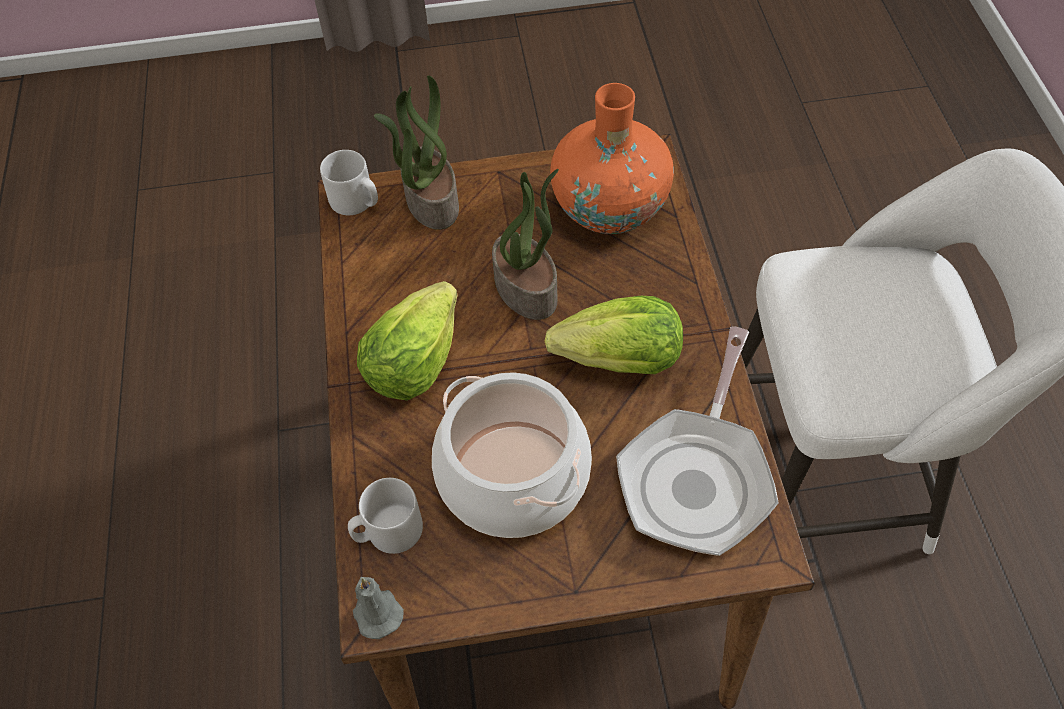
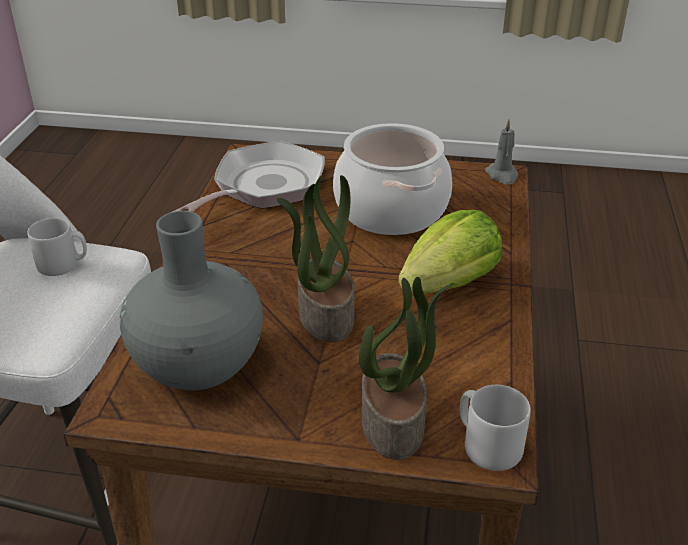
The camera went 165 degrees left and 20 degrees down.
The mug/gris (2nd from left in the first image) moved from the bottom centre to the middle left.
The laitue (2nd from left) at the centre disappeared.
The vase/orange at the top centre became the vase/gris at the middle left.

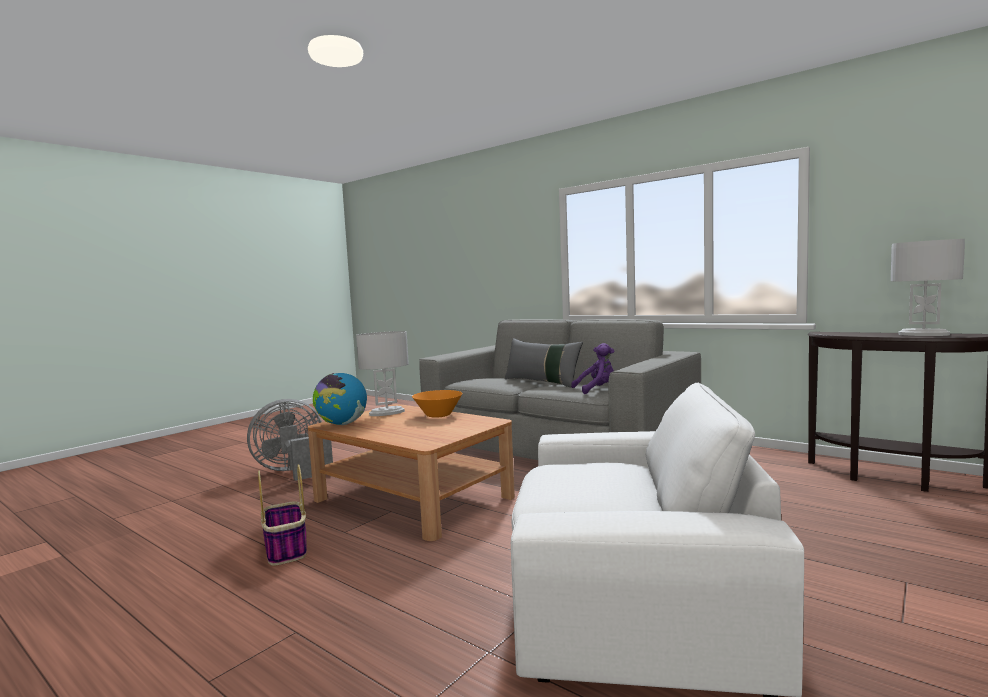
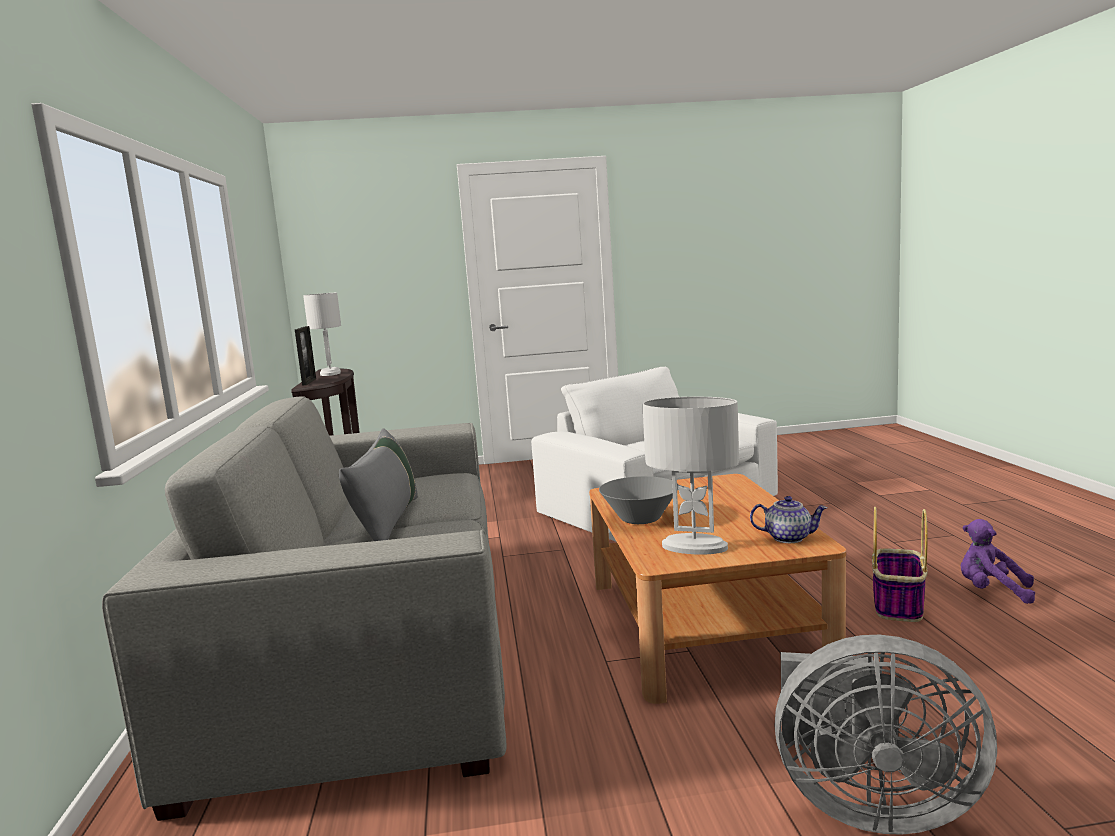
The camera went 135 degrees left and 5 degrees up.
The globe at the centre was replaced by the théière at the middle right.
The bol/orange at the centre became the bol/gris at the centre.
The peluche/violet moved from the centre to the bottom right.
The cadre photo at the middle left appeared.

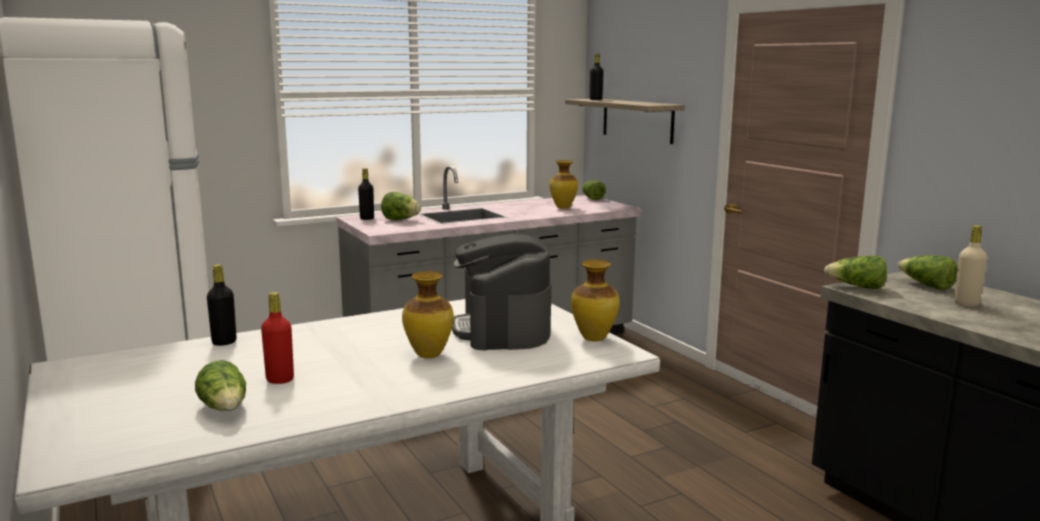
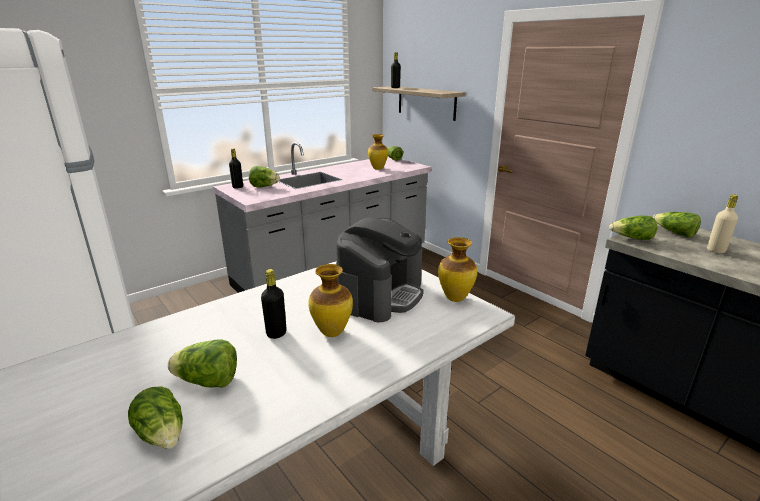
The camera went 10 degrees left and 10 degrees up.
The bouteille/noir (1st from left in the first image) moved from the middle left to the centre.
The bouteille/rouge at the middle left was replaced by the laitue (2nd from left) at the bottom left.
The machine à café at the centre turned 135 degrees counterclockwise.

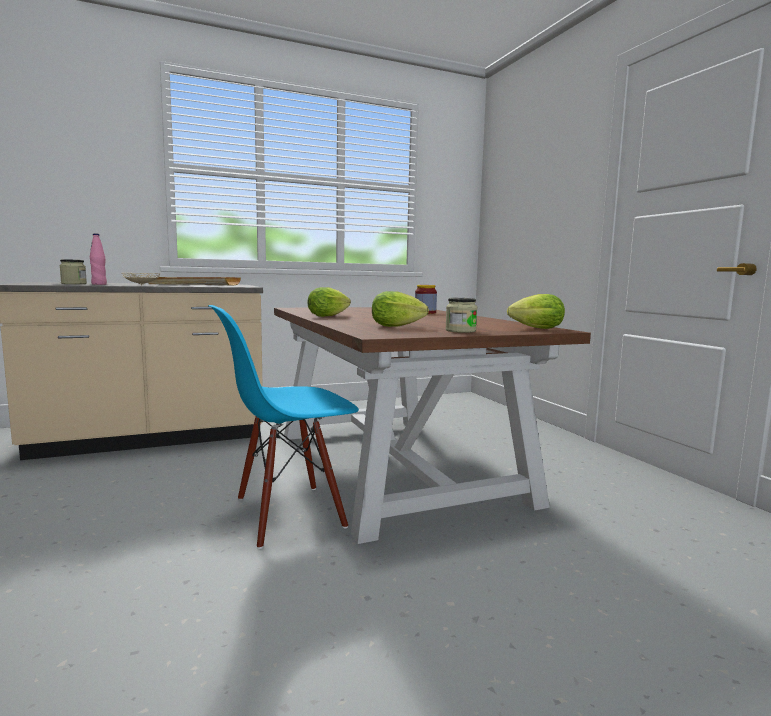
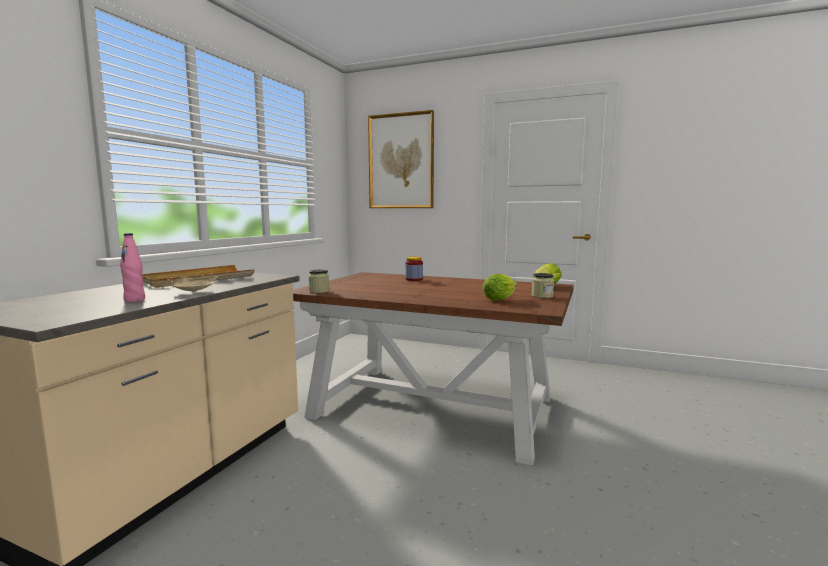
The camera went 45 degrees left and 0 degrees up.
The bocal (1st from left) moved from the middle left to the centre.
The chaise/bleu at the centre disappeared.
The laitue (1st from left) at the centre disappeared.
The tableau at the top centre appeared.

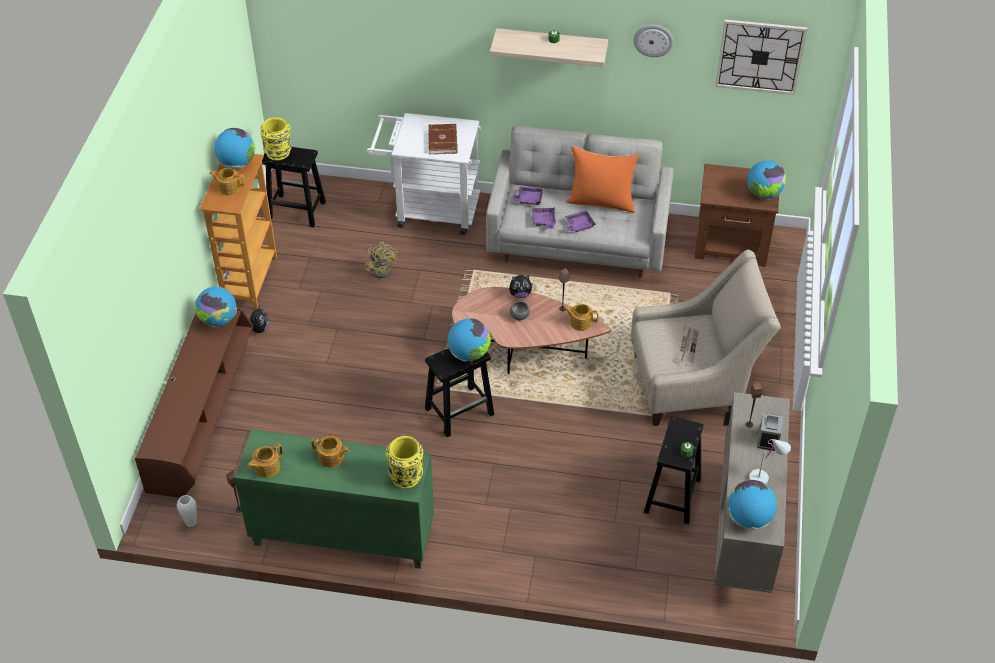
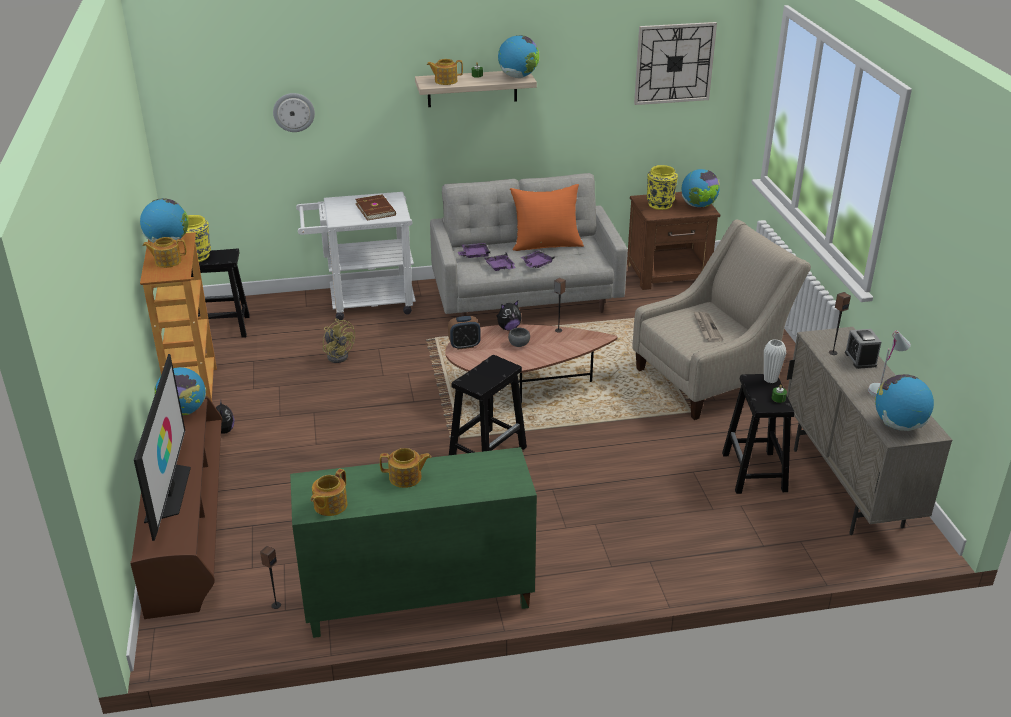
The camera went 20 degrees left and 15 degrees down.
The vase/blanc moved from the bottom left to the middle right.
The vase/jaune (2nd from left) moved from the bottom centre to the top centre.
The globe (3rd from left) moved from the centre to the top centre.
The théière (4th from left) moved from the centre to the top centre.
The horloge murale (1st from left) moved from the top centre to the top left.
The téléviseur at the middle left appeared.
The réveil (1st from left) at the centre appeared.

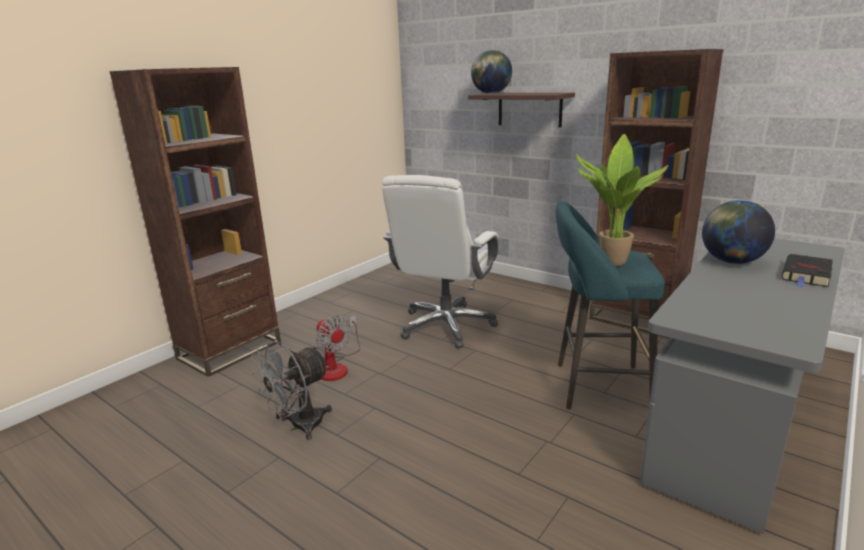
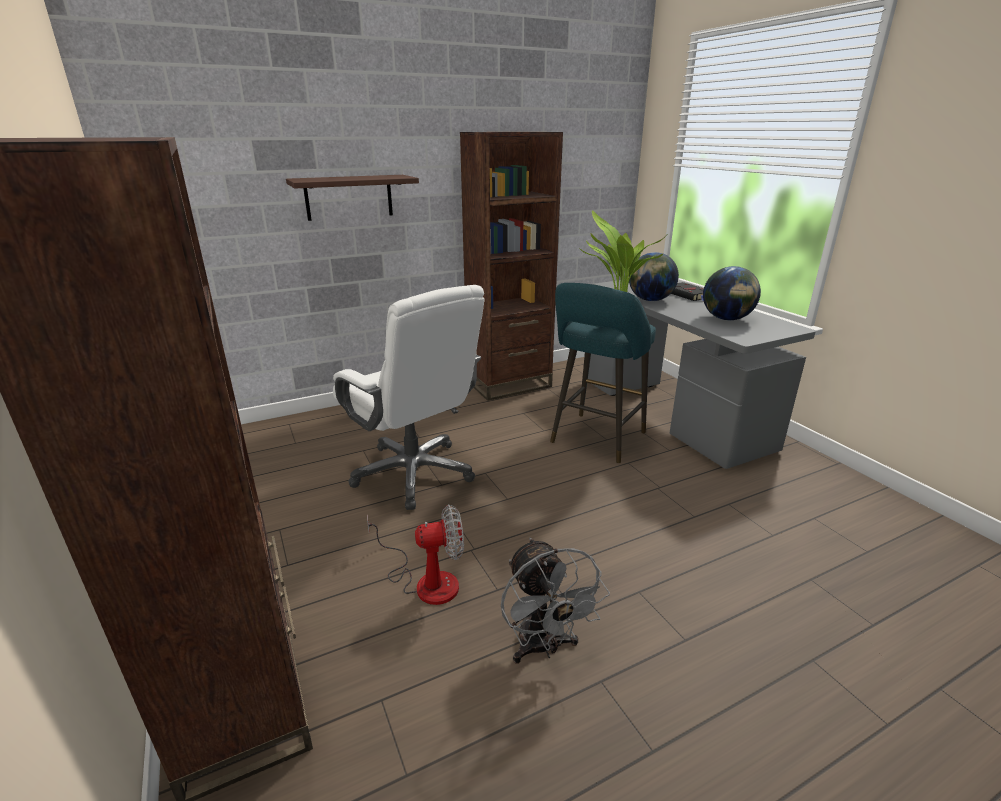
The camera went 65 degrees left and 5 degrees up.
The globe (1st from left in the first image) moved from the top centre to the middle right.

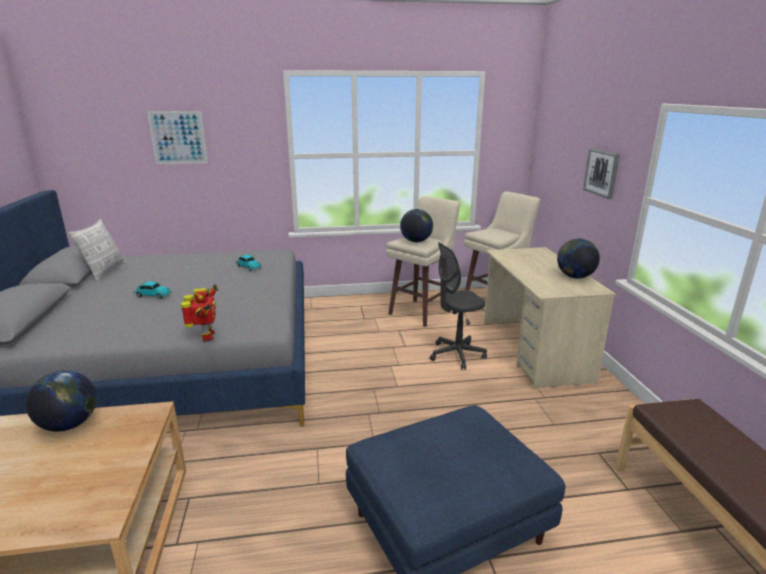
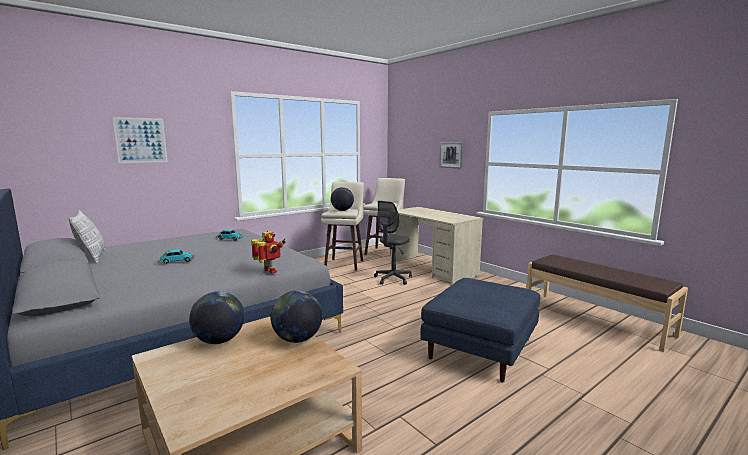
The camera went 30 degrees left and 10 degrees down.
The globe (3rd from left in the first image) moved from the middle right to the bottom centre.

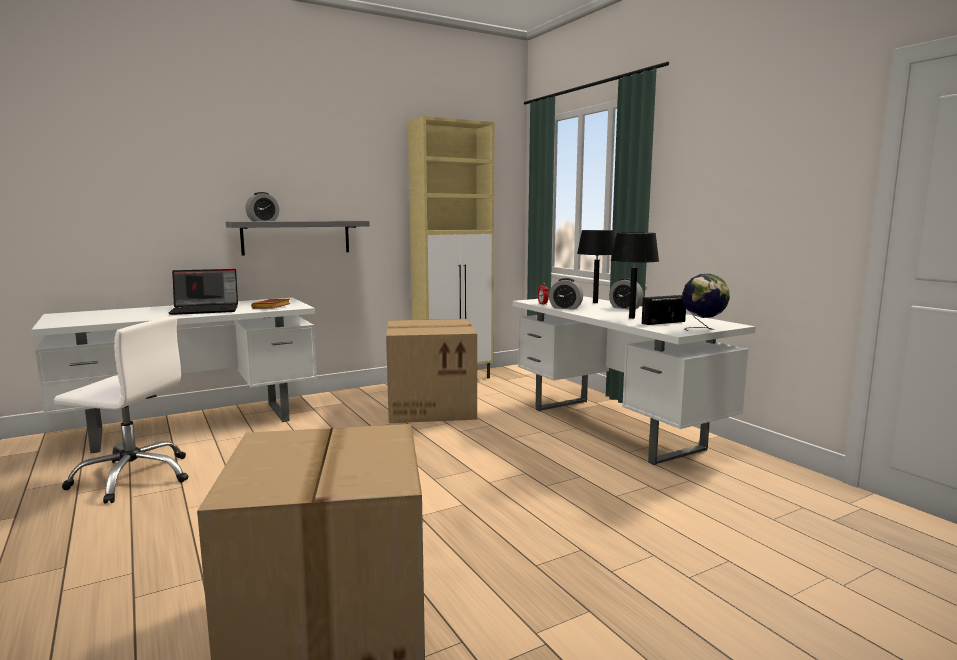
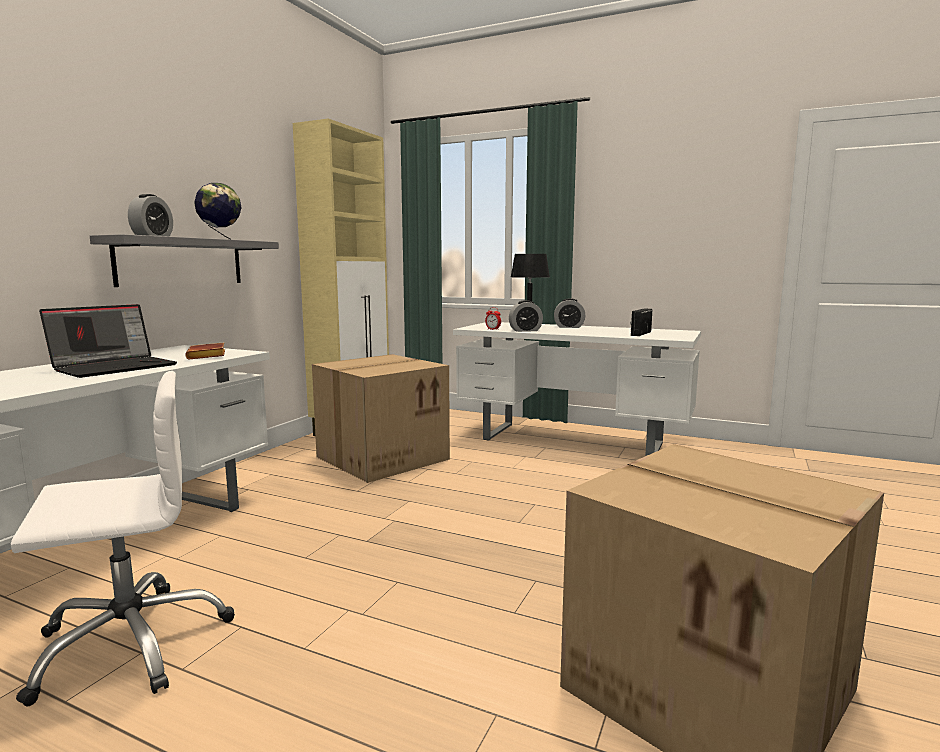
The camera went 35 degrees left and 0 degrees up.
The lampe de table/noir (2nd from left) at the centre disappeared.
The globe moved from the middle right to the top left.

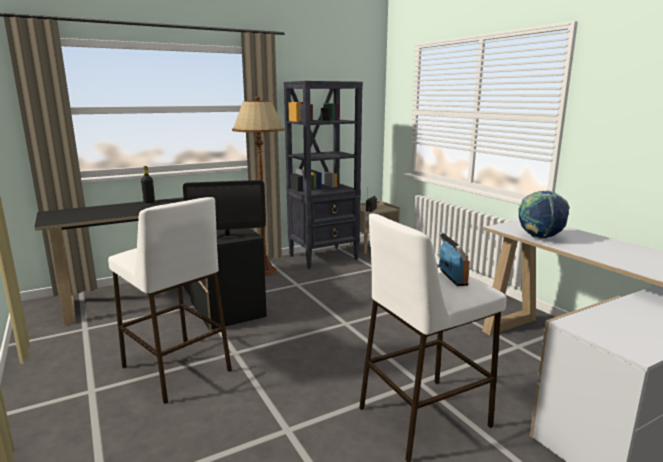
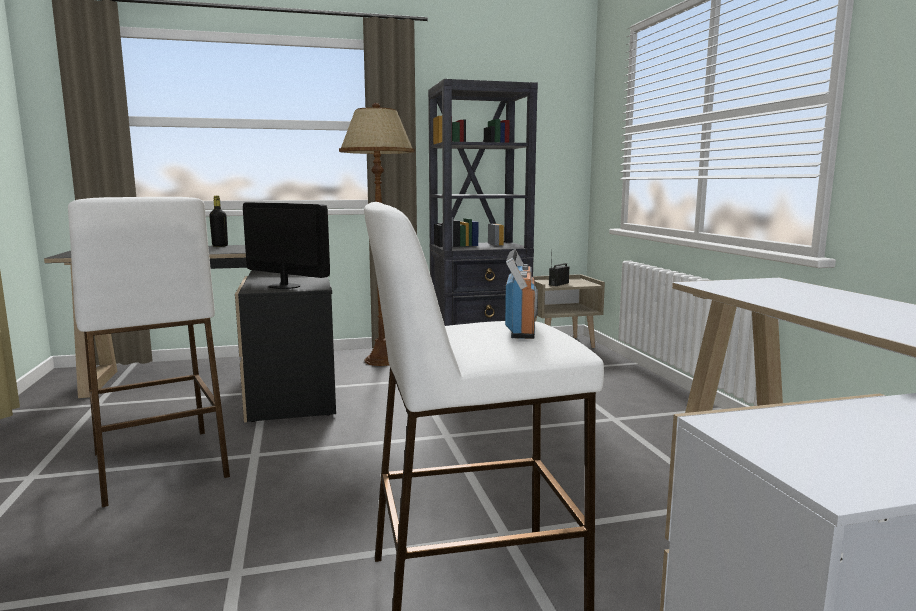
The camera went 15 degrees right and 5 degrees down.
The écran d'ordinateur at the centre turned 150 degrees counterclockwise.
The globe at the middle right disappeared.

